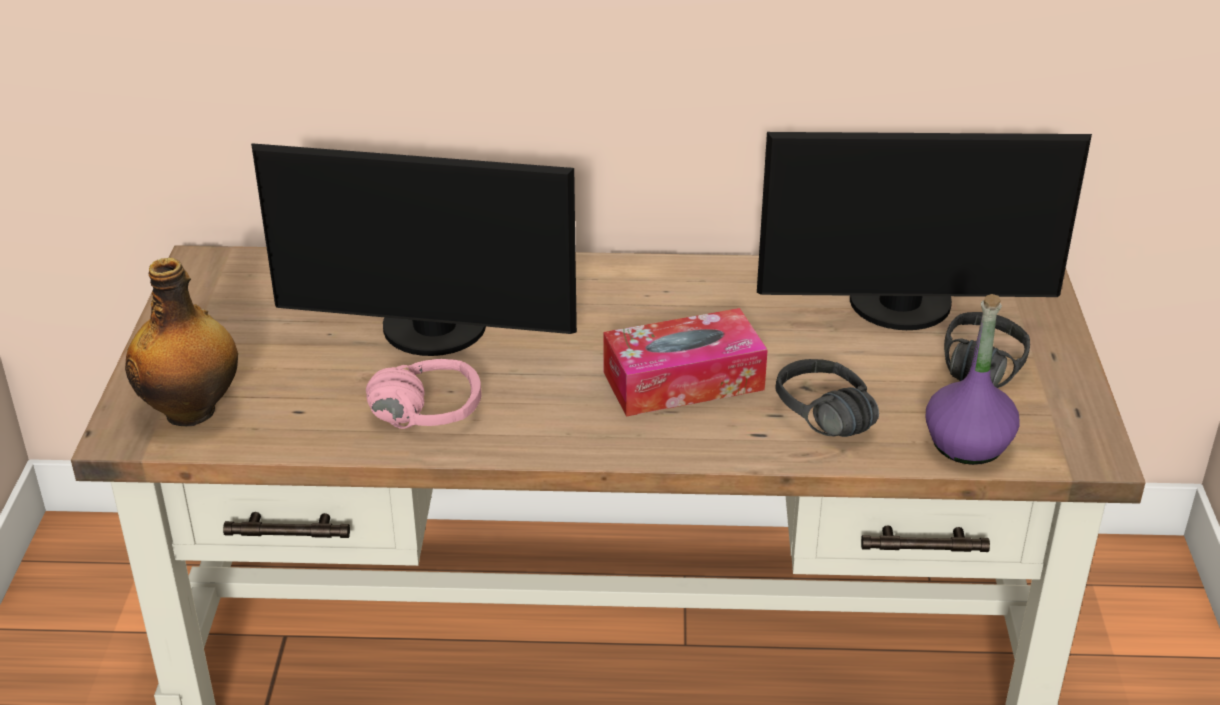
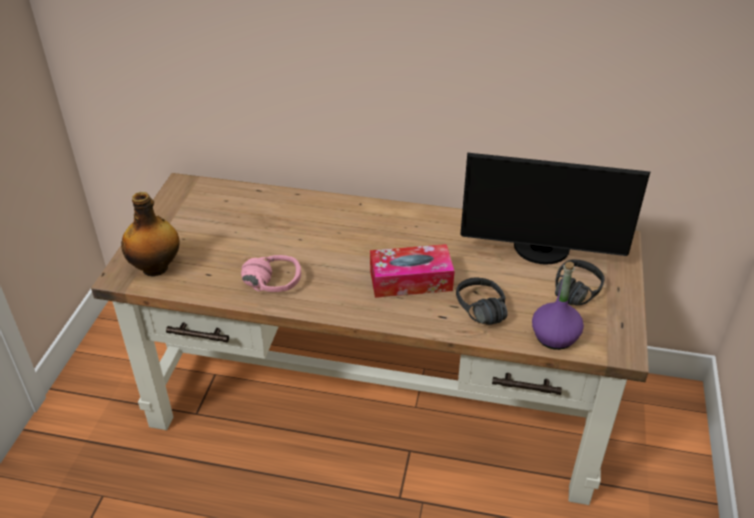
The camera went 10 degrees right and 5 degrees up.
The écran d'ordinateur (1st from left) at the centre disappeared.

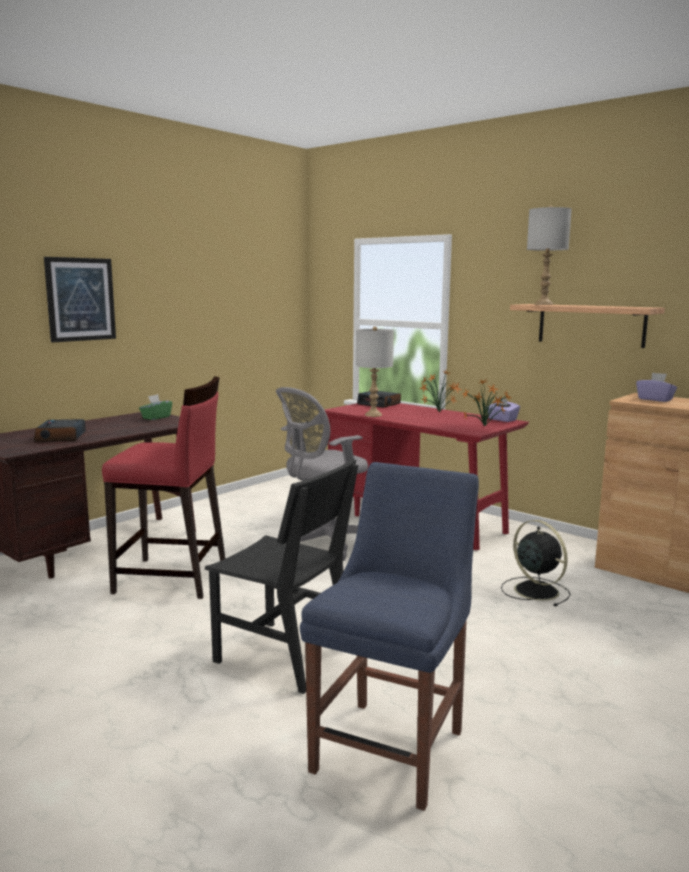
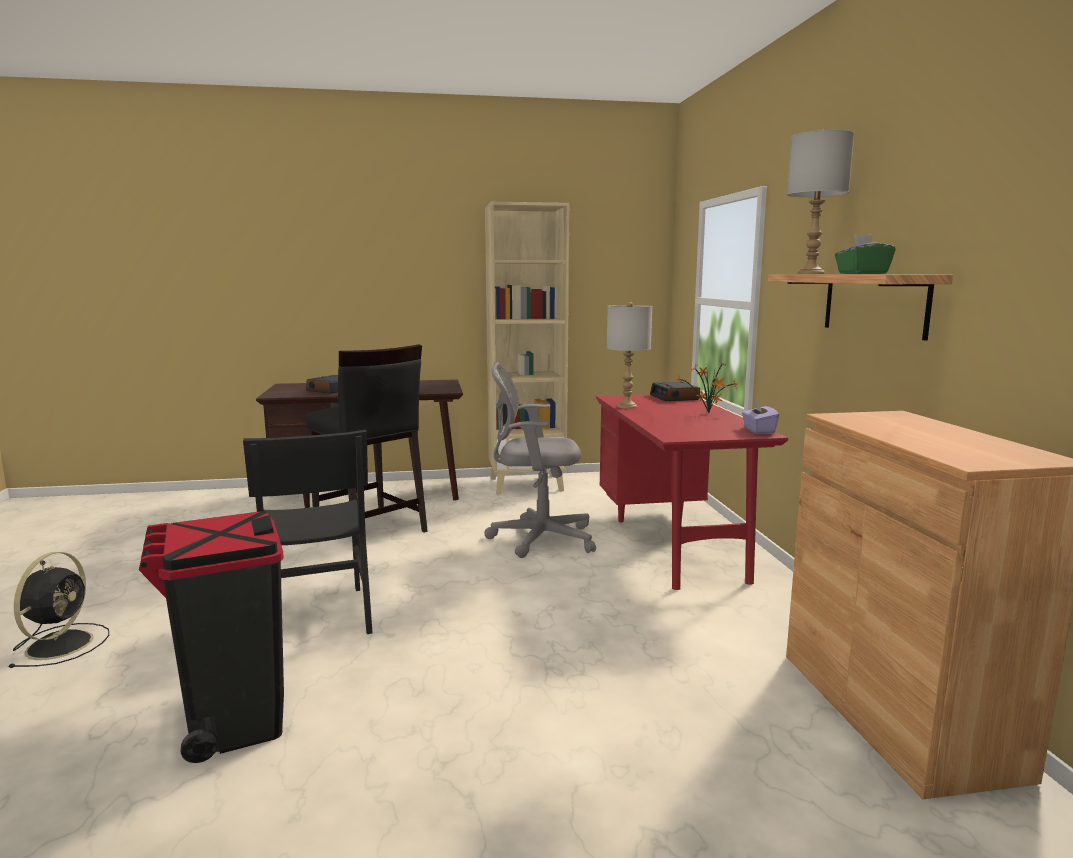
The camera went 40 degrees right and 0 degrees up.
The tableau at the middle left disappeared.
The tabouret/rouge at the middle left became the tabouret/noir at the centre.
The boîte à mouchoirs/vert moved from the middle left to the top right.
The chaise/bleu at the bottom centre was replaced by the poubelle/noir at the bottom left.
The plante en pot (2nd from left) at the middle right disappeared.
The ventilateur/noir moved from the middle right to the bottom left.
The boîte à mouchoirs/violet (2nd from left) at the middle right disappeared.
The bibliothèque/beige at the centre appeared.

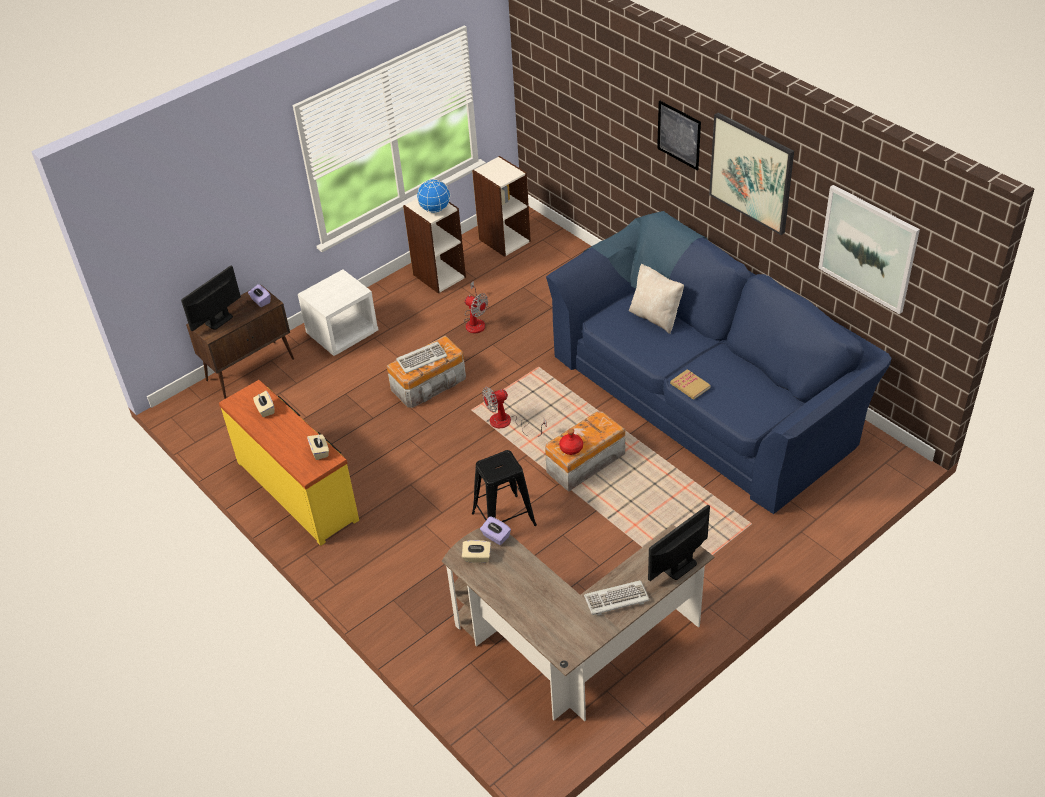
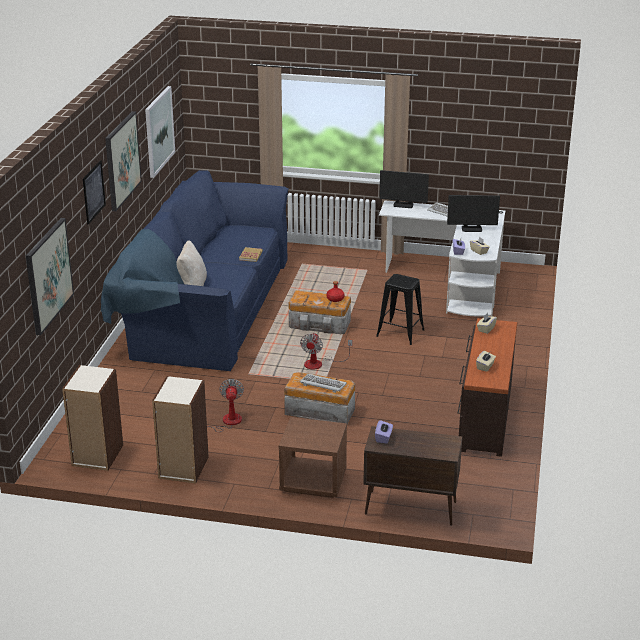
The camera went 130 degrees left and 15 degrees down.
The écran d'ordinateur (1st from left in the first image) moved from the middle left to the top right.
The commode/jaune at the middle left became the commode/marron at the middle right.
The table de chevet/blanc at the middle left became the table de chevet/marron at the bottom centre.
The globe at the top centre disappeared.
The bureau/marron at the bottom centre became the bureau/blanc at the middle right.
The ventilateur (2nd from left) at the centre turned 75 degrees clockwise.
The tableau (1st from left) at the middle left appeared.

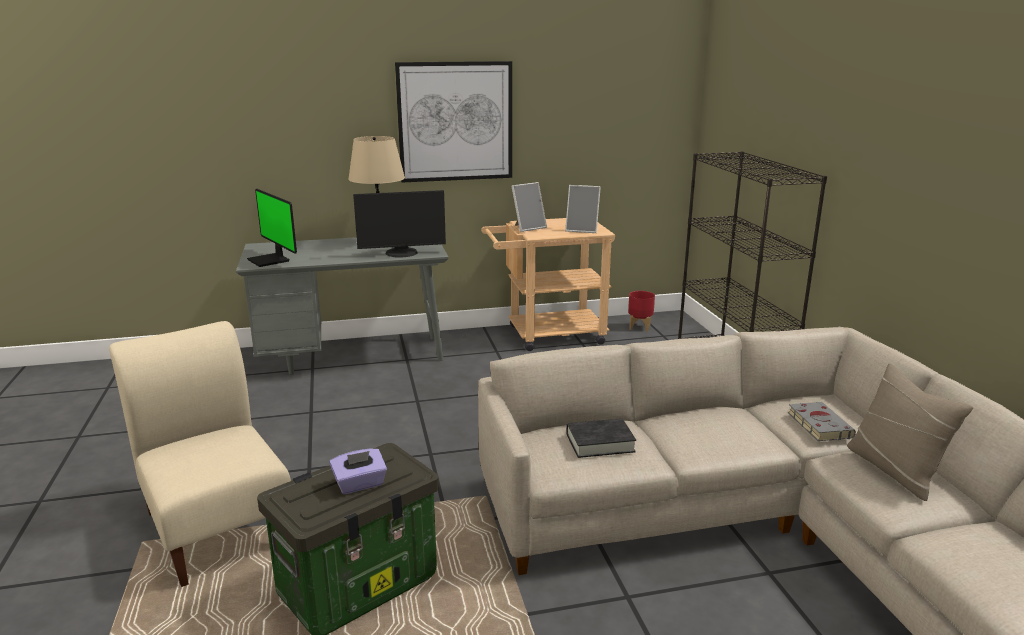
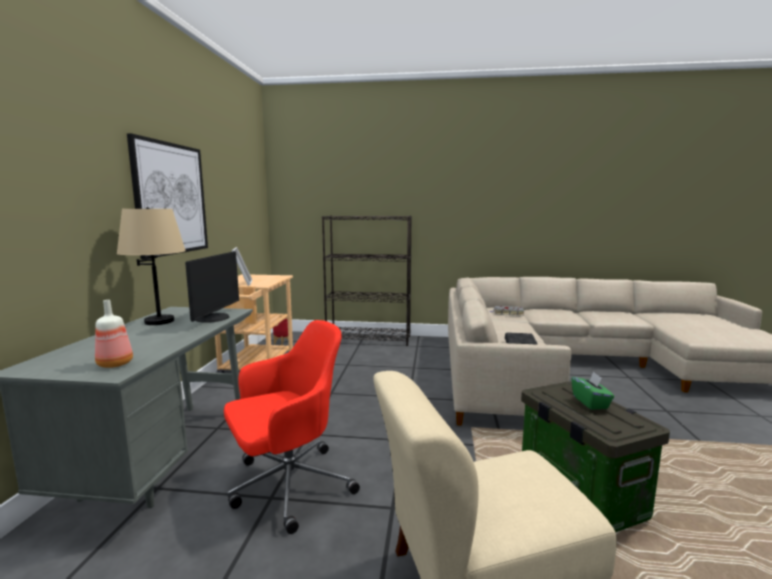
The camera went 70 degrees left and 10 degrees down.
The écran d'ordinateur (1st from left) at the middle left was replaced by the bouteille at the middle left.
The boîte à mouchoirs/violet at the bottom centre became the boîte à mouchoirs/vert at the bottom right.
The cadre photo (2nd from left) at the top centre disappeared.
The coussin/beige at the bottom right disappeared.
The chaise de bureau/rouge at the bottom centre appeared.

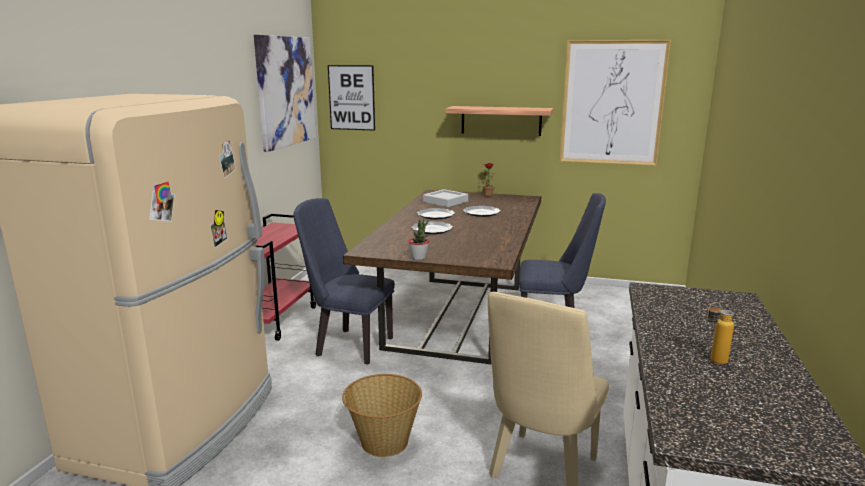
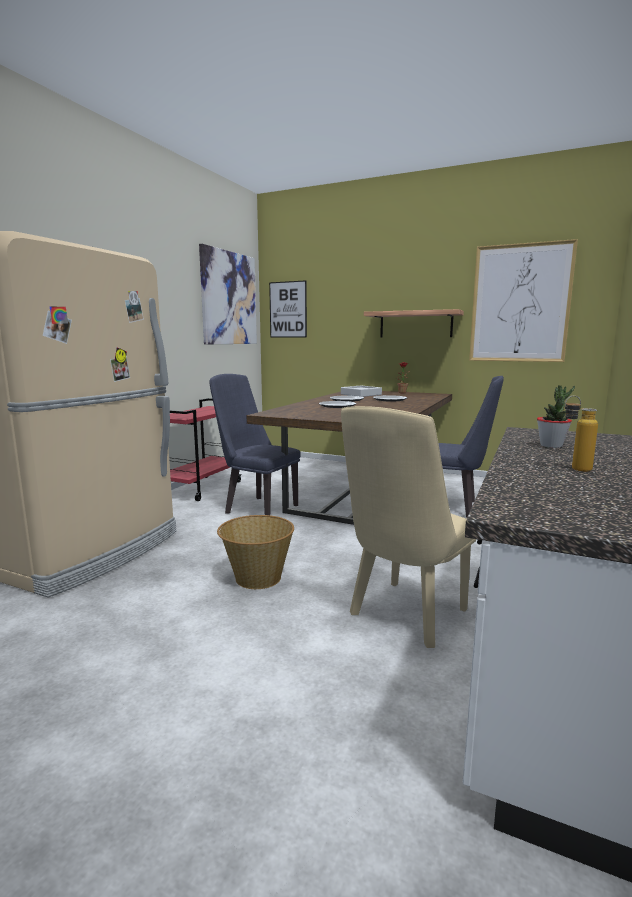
The camera went 10 degrees right and 5 degrees down.
The plante en pot (1st from left in the first image) moved from the centre to the middle right.

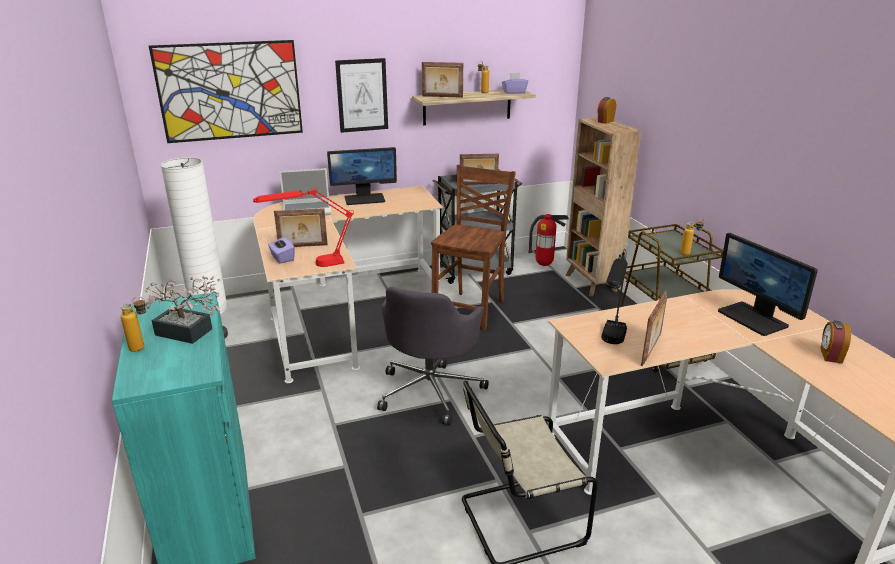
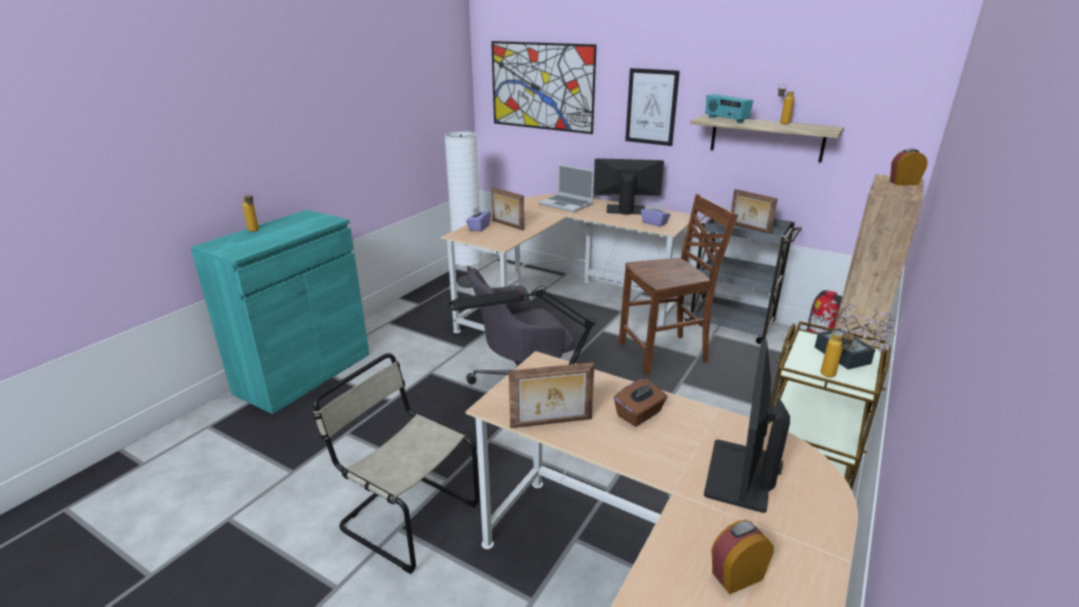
The camera went 50 degrees right and 0 degrees up.
The plante en pot moved from the middle left to the middle right.
The lampe de table/rouge at the centre disappeared.
The écran d'ordinateur (1st from left) at the top centre turned 150 degrees clockwise.
The cadre photo (2nd from left) at the top centre was replaced by the radio at the top right.
The boîte à mouchoirs/violet (2nd from left) moved from the top centre to the centre.
The boîte à mouchoirs/marron at the centre appeared.

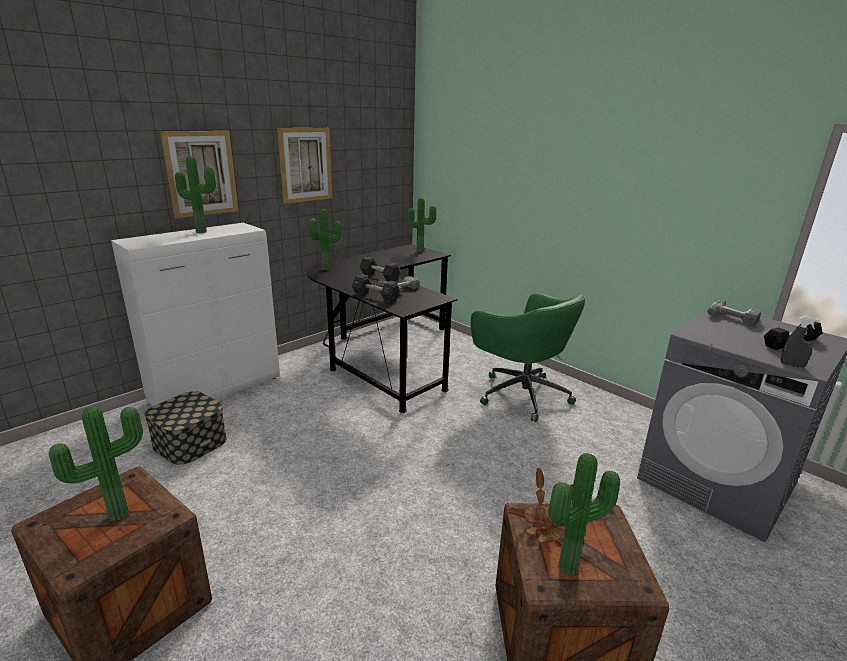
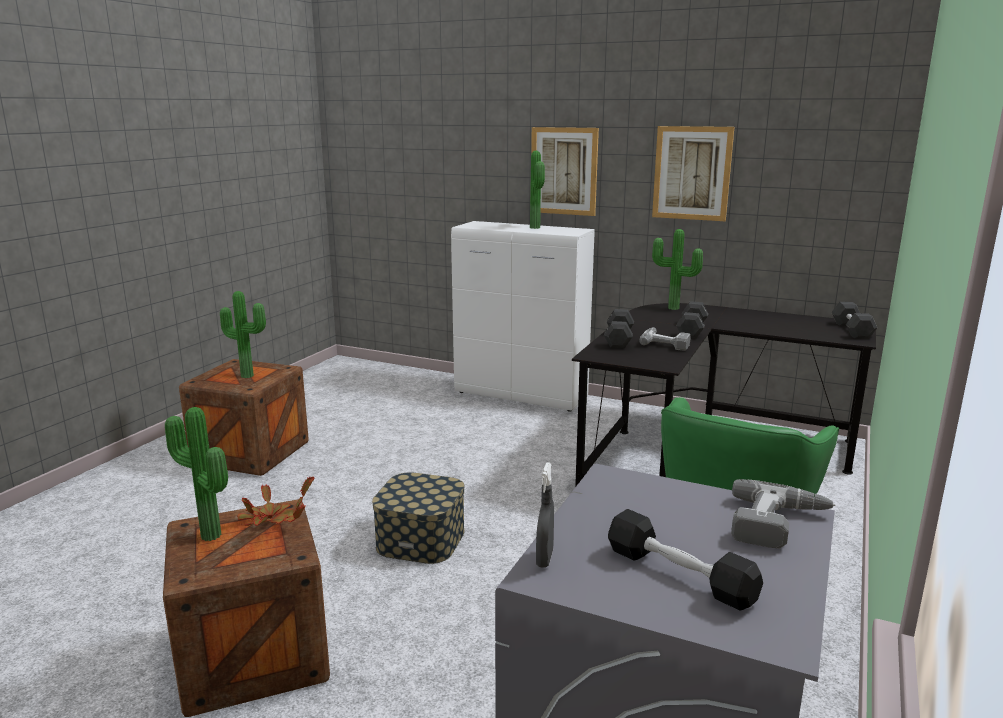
The camera went 70 degrees right and 5 degrees down.
The boîte de rangement moved from the middle left to the bottom centre.
The plante en pot (4th from left) at the centre was replaced by the haltère/noir (4th from left) at the middle right.

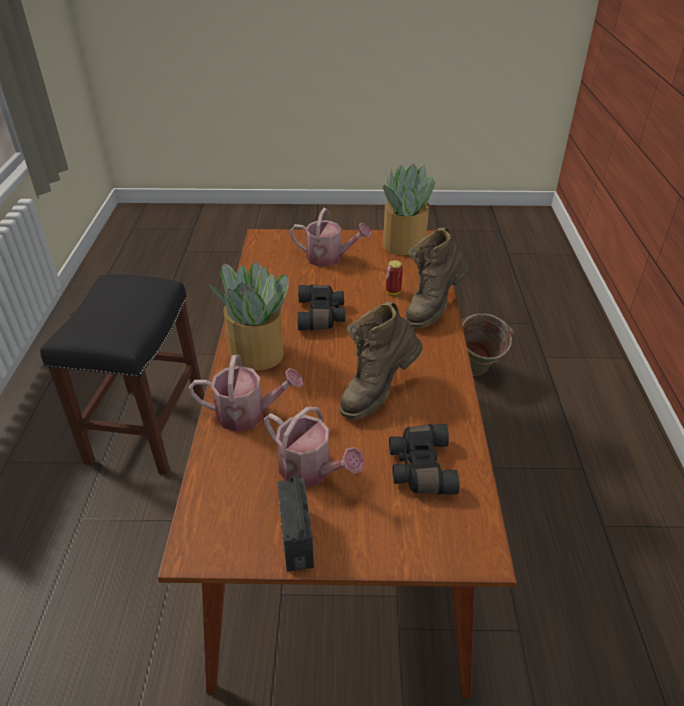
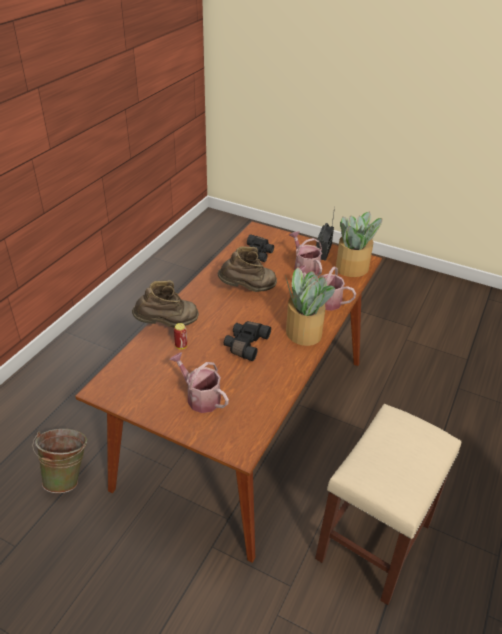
The camera went 155 degrees left and 0 degrees up.
The tabouret/noir at the middle left became the tabouret/beige at the bottom right.
The plante en pot (2nd from left) moved from the top centre to the middle right.

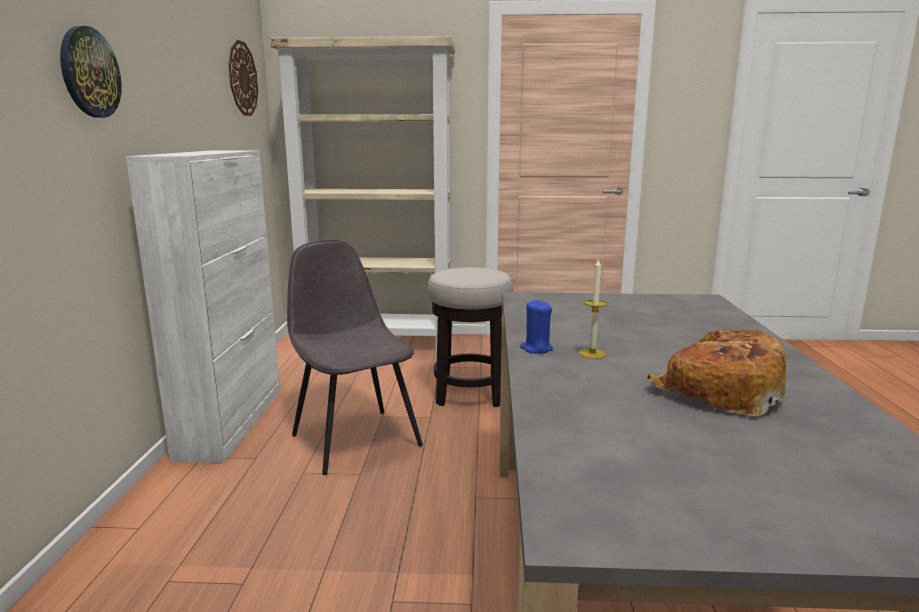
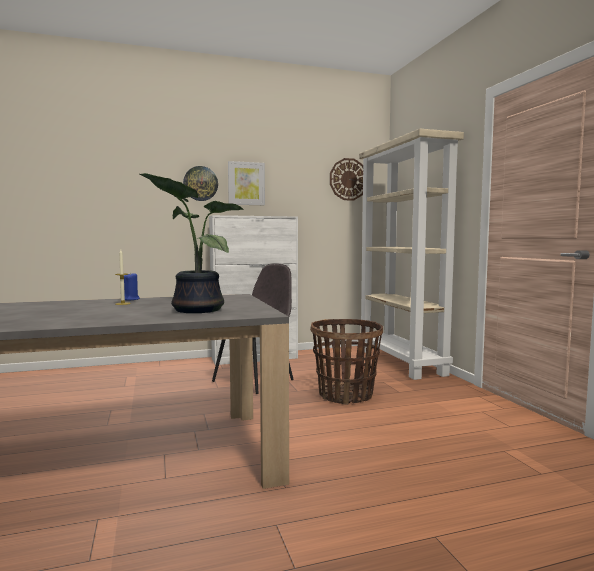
The camera went 70 degrees right and 10 degrees down.
The tabouret at the centre was replaced by the panier at the centre.
The pain at the middle right disappeared.
The plante en pot at the middle left appeared.
The tableau at the top centre appeared.

